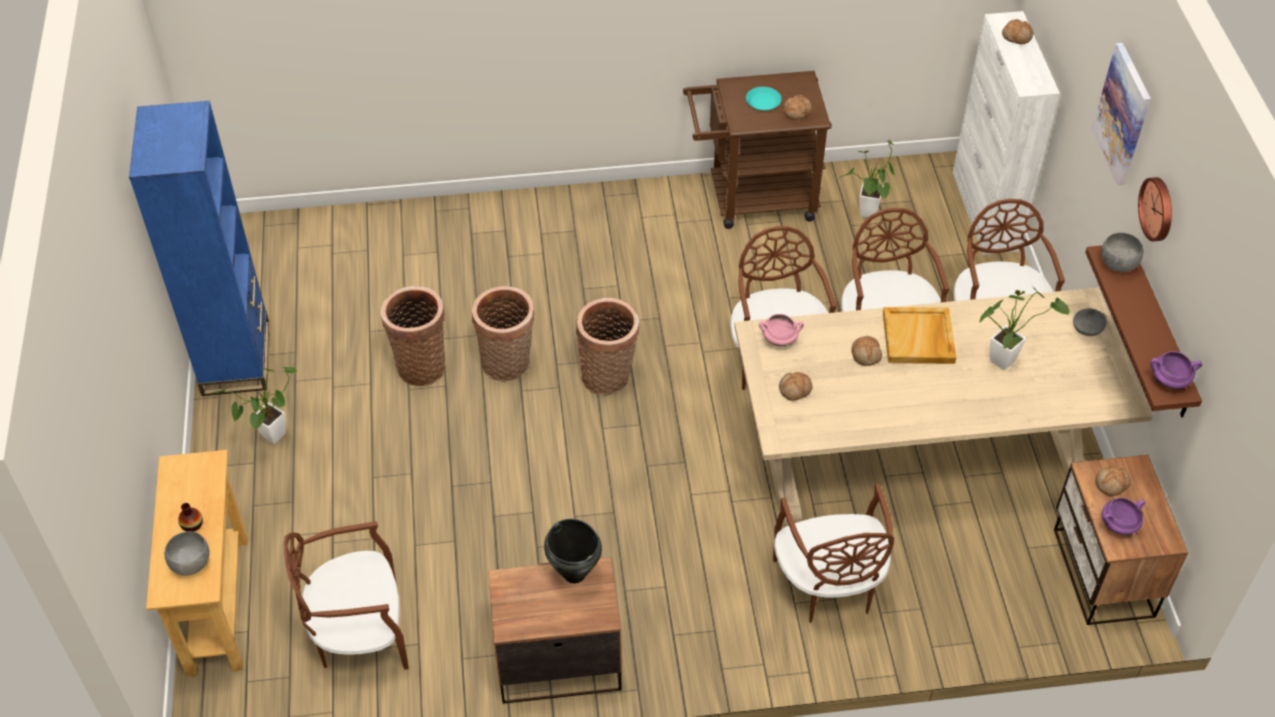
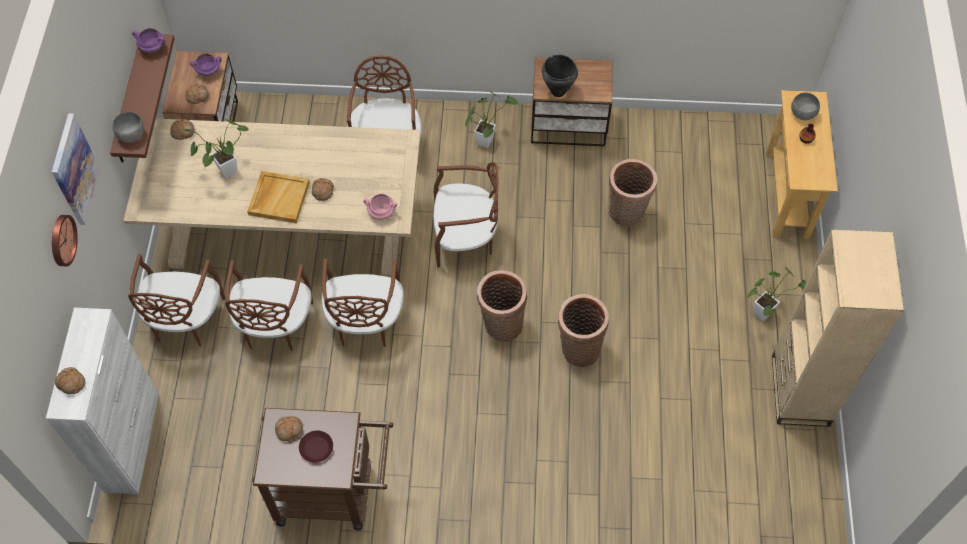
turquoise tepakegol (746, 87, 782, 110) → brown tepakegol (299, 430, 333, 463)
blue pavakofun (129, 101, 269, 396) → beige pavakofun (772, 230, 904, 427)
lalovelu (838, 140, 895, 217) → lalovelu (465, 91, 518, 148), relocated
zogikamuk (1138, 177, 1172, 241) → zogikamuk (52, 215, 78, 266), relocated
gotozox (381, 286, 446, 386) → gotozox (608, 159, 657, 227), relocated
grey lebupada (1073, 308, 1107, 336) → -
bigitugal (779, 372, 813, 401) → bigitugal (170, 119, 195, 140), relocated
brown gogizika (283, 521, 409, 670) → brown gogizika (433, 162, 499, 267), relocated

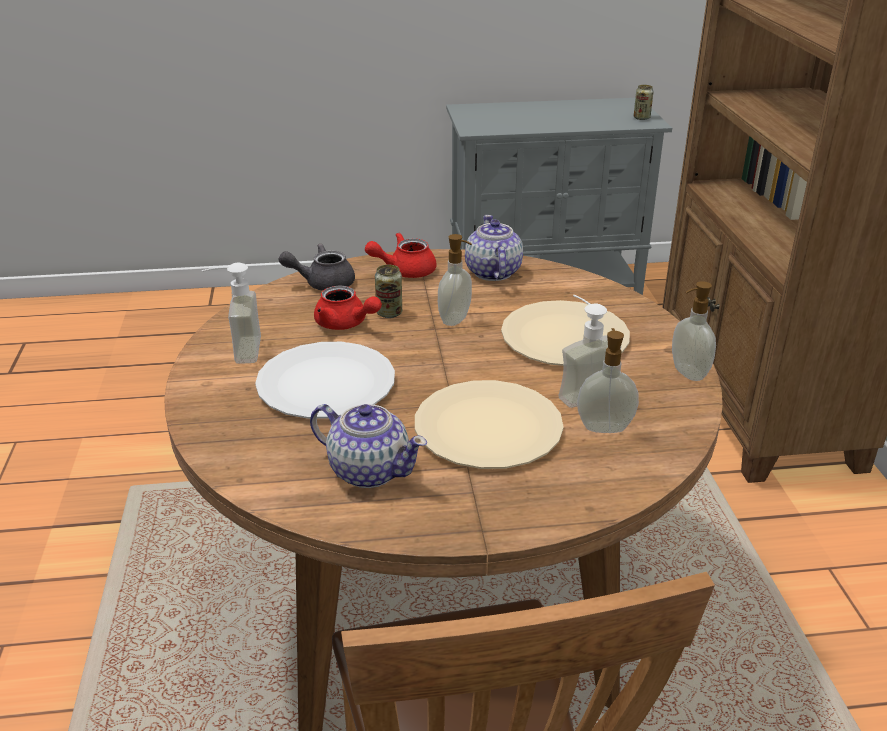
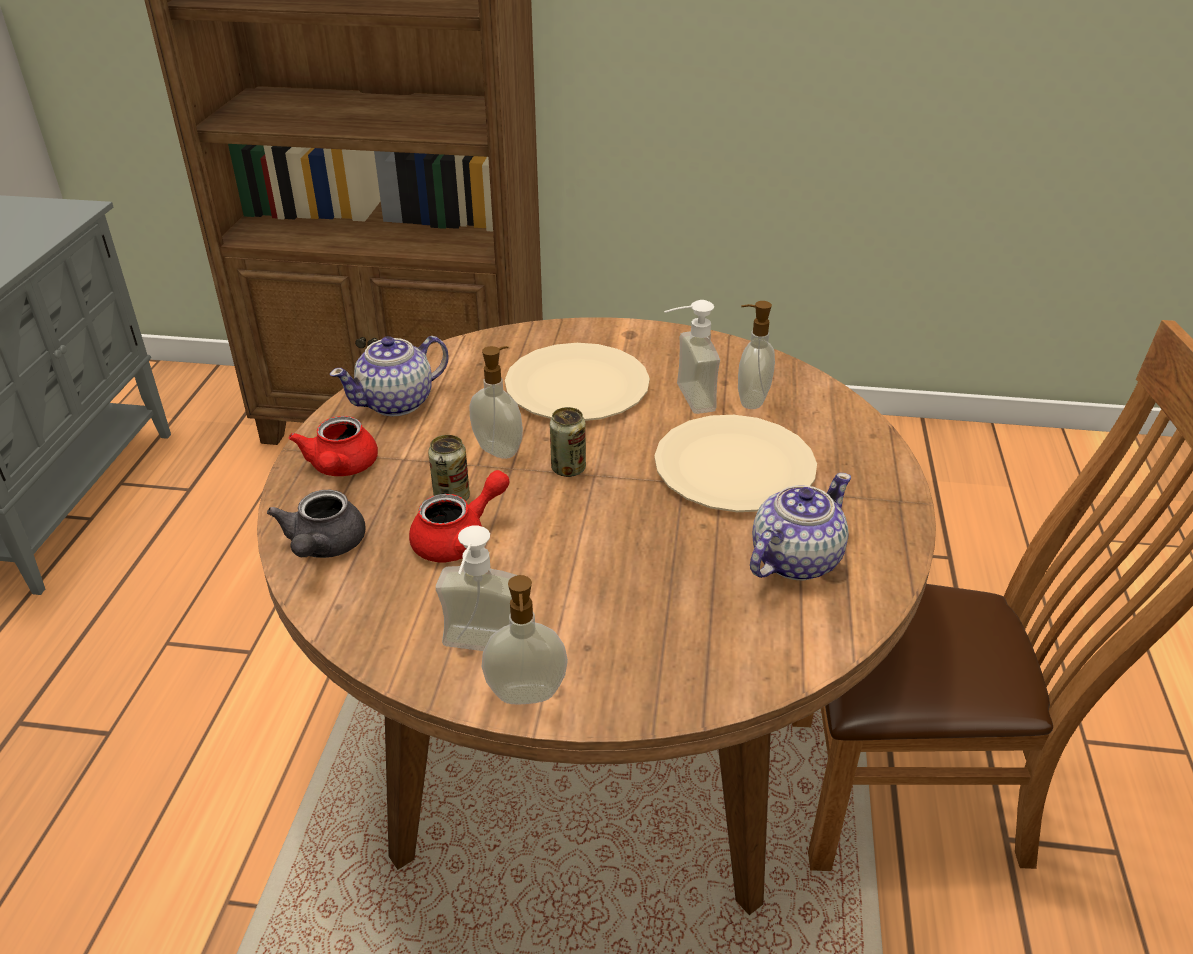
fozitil (634, 85, 654, 120) → fozitil (550, 407, 586, 477), relocated
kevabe (465, 215, 523, 281) → kevabe (330, 336, 449, 416), 45 degrees counterclockwise
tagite (672, 281, 716, 381) → tagite (482, 575, 568, 704), relocated
white tepakegol (255, 342, 395, 419) → -

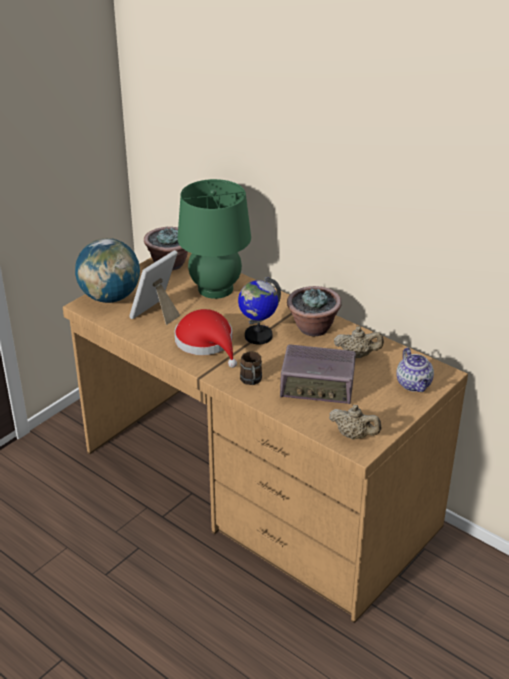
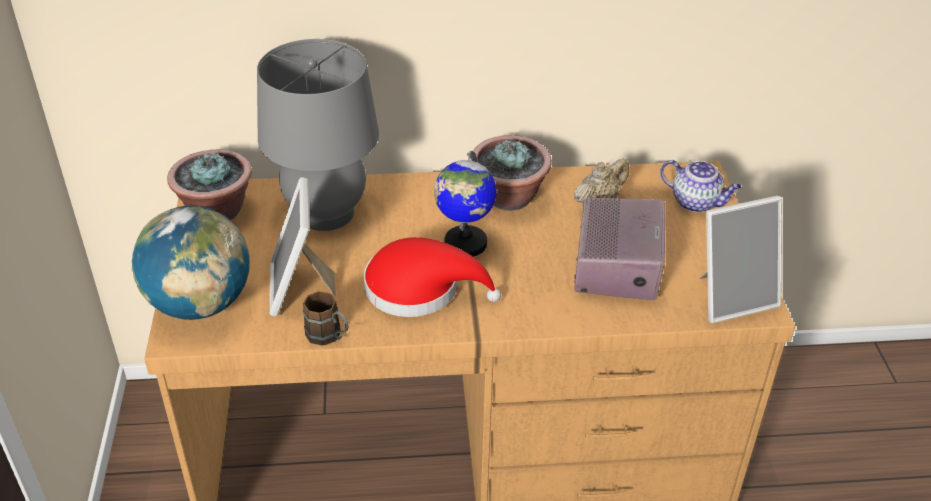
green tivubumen (177, 179, 251, 299) → grey tivubumen (257, 39, 379, 231)
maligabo (280, 344, 356, 405) → maligabo (574, 198, 665, 300), 45 degrees counterclockwise
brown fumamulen (240, 351, 262, 385) → brown fumamulen (303, 291, 348, 346), relocated
beige kevabe (329, 405, 381, 440) → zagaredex (699, 195, 782, 323)

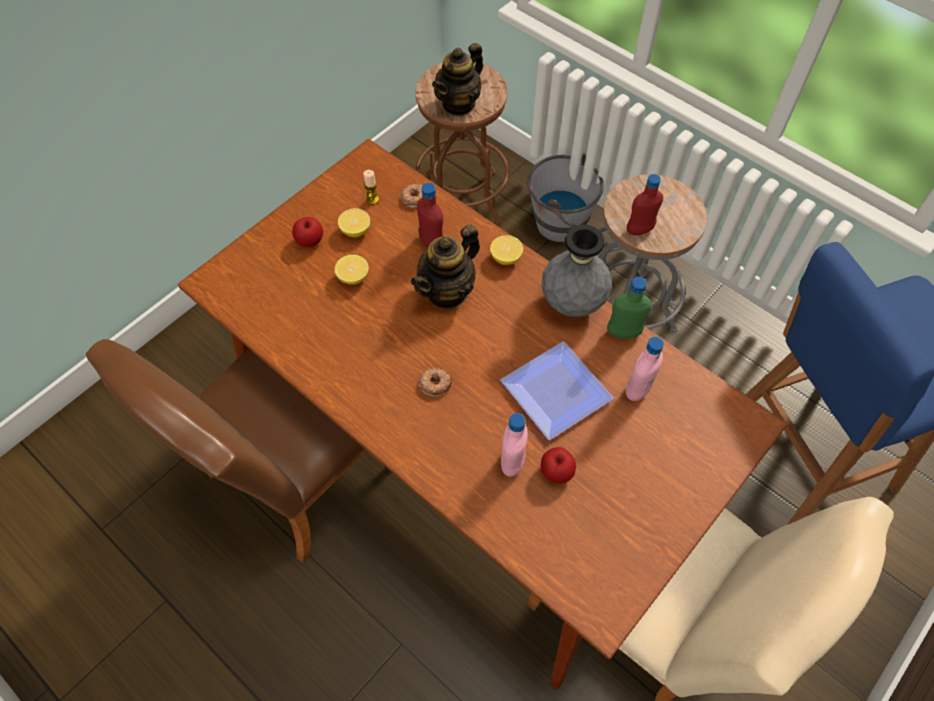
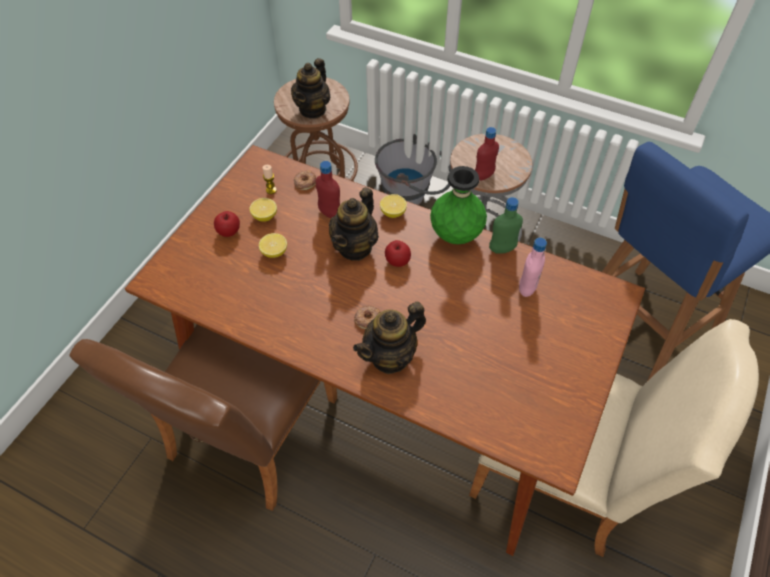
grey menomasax (542, 224, 612, 317) → green menomasax (430, 166, 487, 244)
tepakegol (500, 341, 613, 440) → -
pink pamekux (501, 413, 528, 477) → -
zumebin (541, 447, 576, 483) → zumebin (385, 240, 411, 267), relocated
- → kevabe (353, 302, 426, 374)

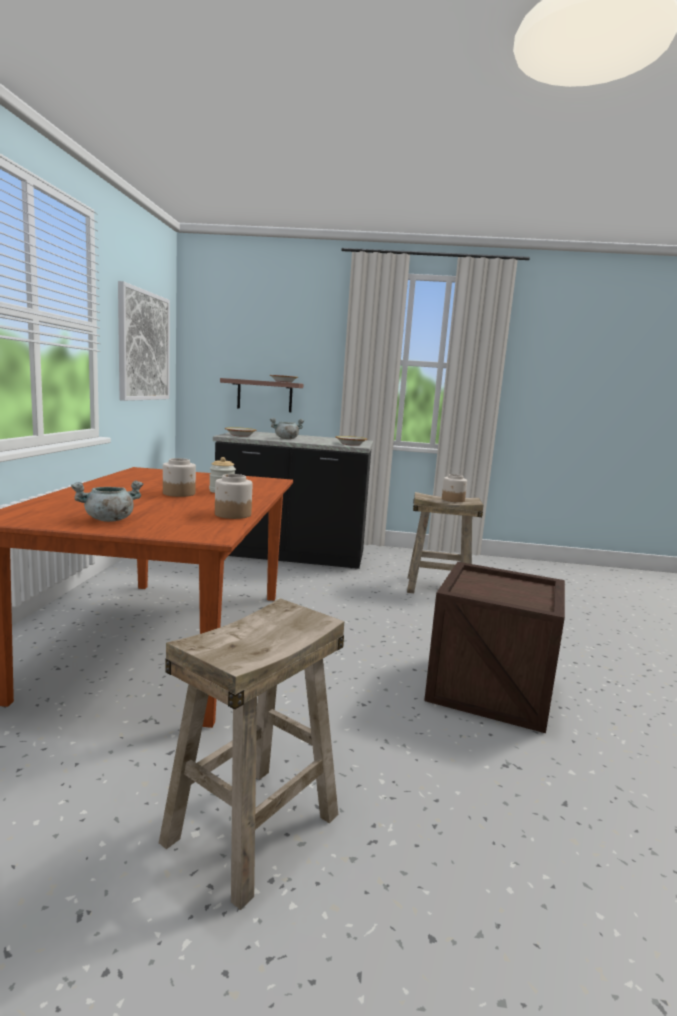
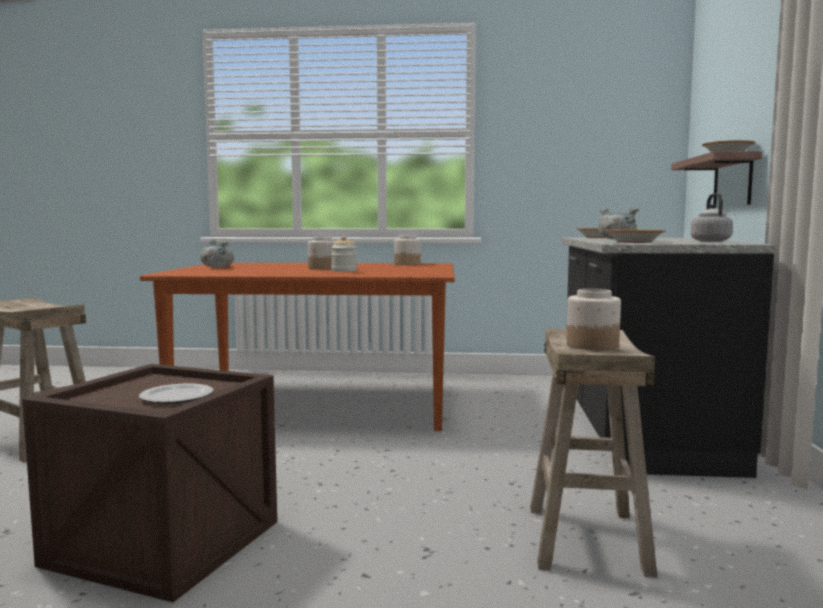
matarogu (118, 281, 170, 401) → -
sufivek (215, 474, 252, 519) → sufivek (394, 235, 421, 265), relocated
- → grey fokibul (691, 193, 733, 242)
- → tepakegol (139, 383, 214, 404)

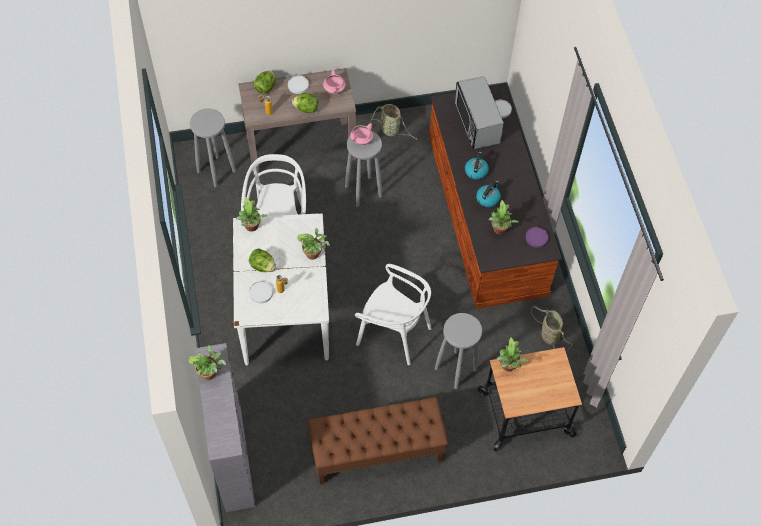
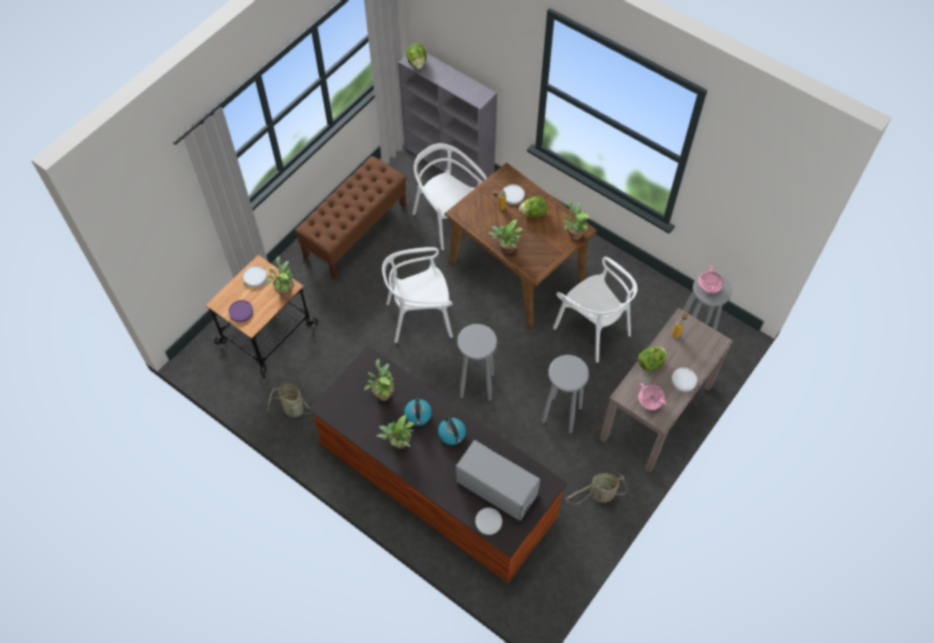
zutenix (253, 71, 275, 94) → zutenix (406, 44, 427, 69), relocated
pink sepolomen (350, 123, 373, 145) → pink sepolomen (698, 266, 723, 294), relocated
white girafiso (233, 213, 329, 365) → brown girafiso (445, 162, 597, 330)
purple tepakegol (525, 227, 549, 248) → purple tepakegol (229, 300, 253, 322), relocated
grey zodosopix (435, 313, 482, 389) → grey zodosopix (457, 324, 497, 401), relocated
lalovelu (188, 345, 226, 380) → lalovelu (377, 414, 414, 449), relocated
- → white gogizika (413, 143, 487, 250)
- → white tepakegol (243, 266, 267, 287)

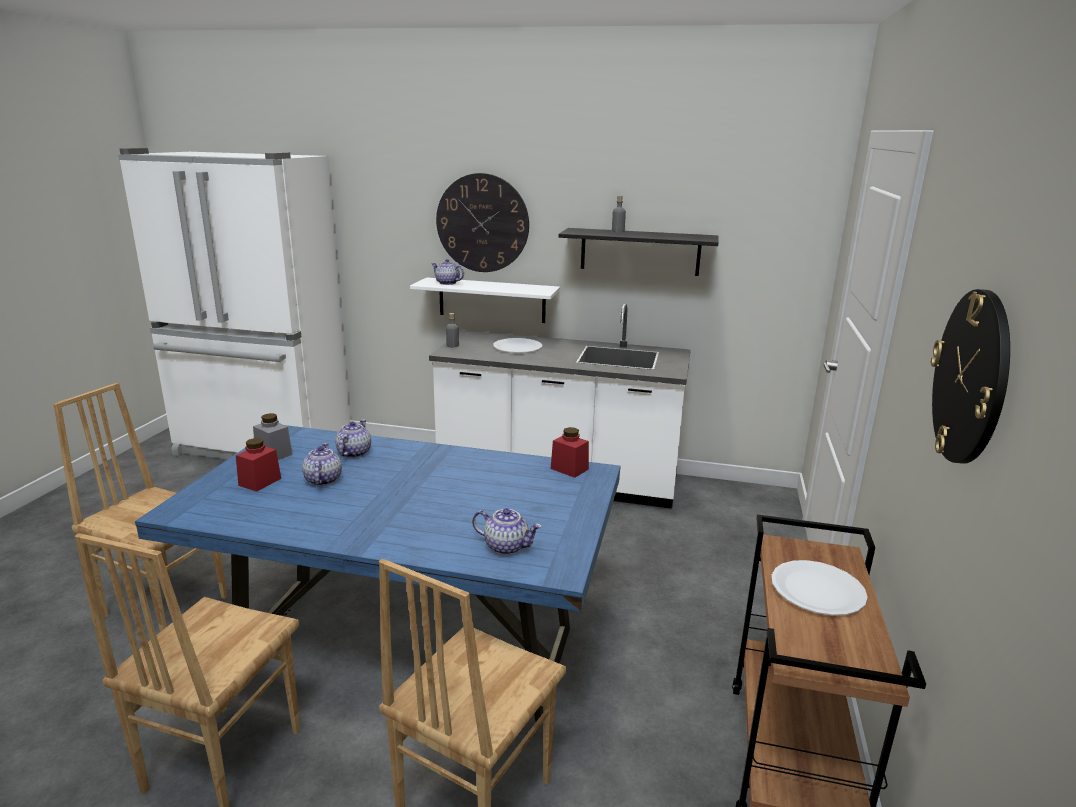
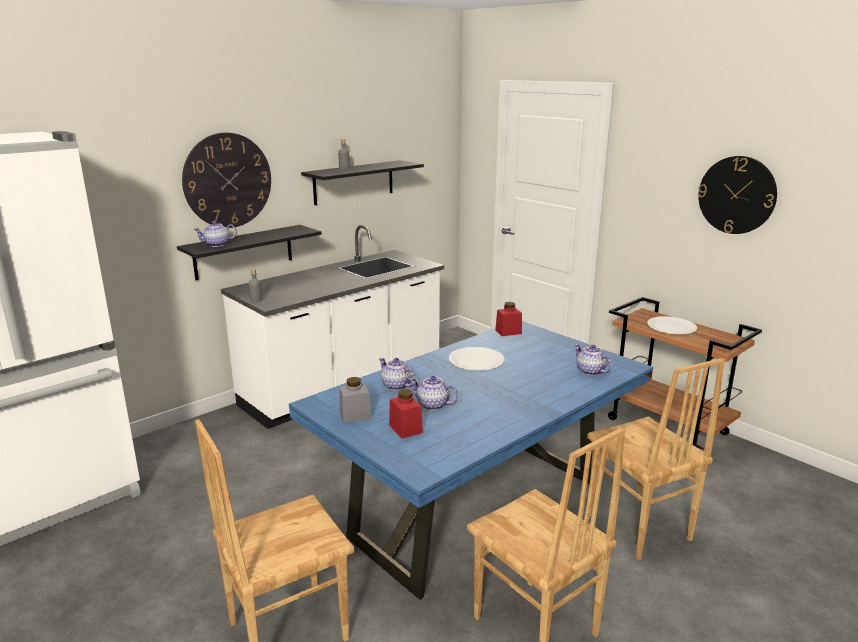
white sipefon (410, 277, 560, 323) → black sipefon (177, 225, 322, 280)
white tepakegol (493, 338, 542, 353) → white tepakegol (449, 347, 505, 371), relocated
kevabe (472, 508, 542, 555) → kevabe (574, 344, 612, 376), 90 degrees counterclockwise

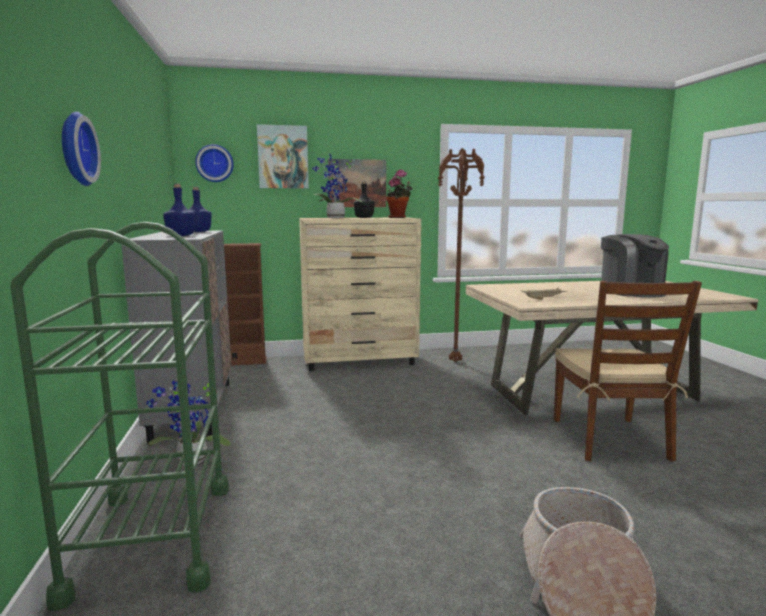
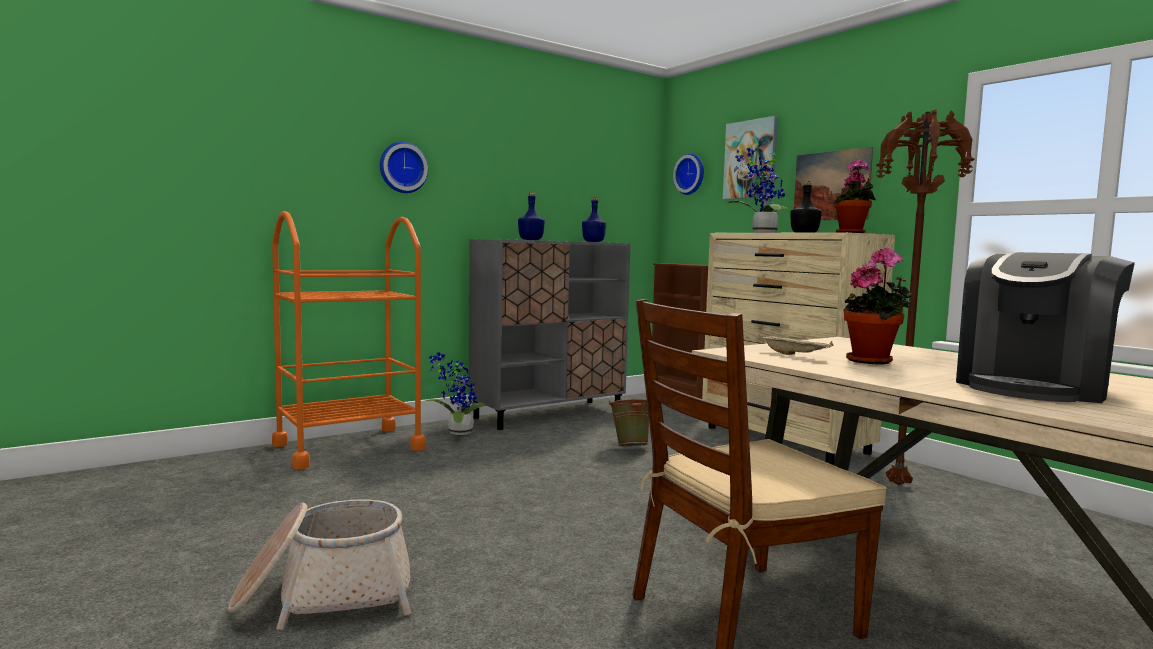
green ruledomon (10, 222, 229, 611) → orange ruledomon (272, 211, 426, 470)
- → lalovelu (844, 248, 914, 364)
- → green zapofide (609, 399, 649, 446)

